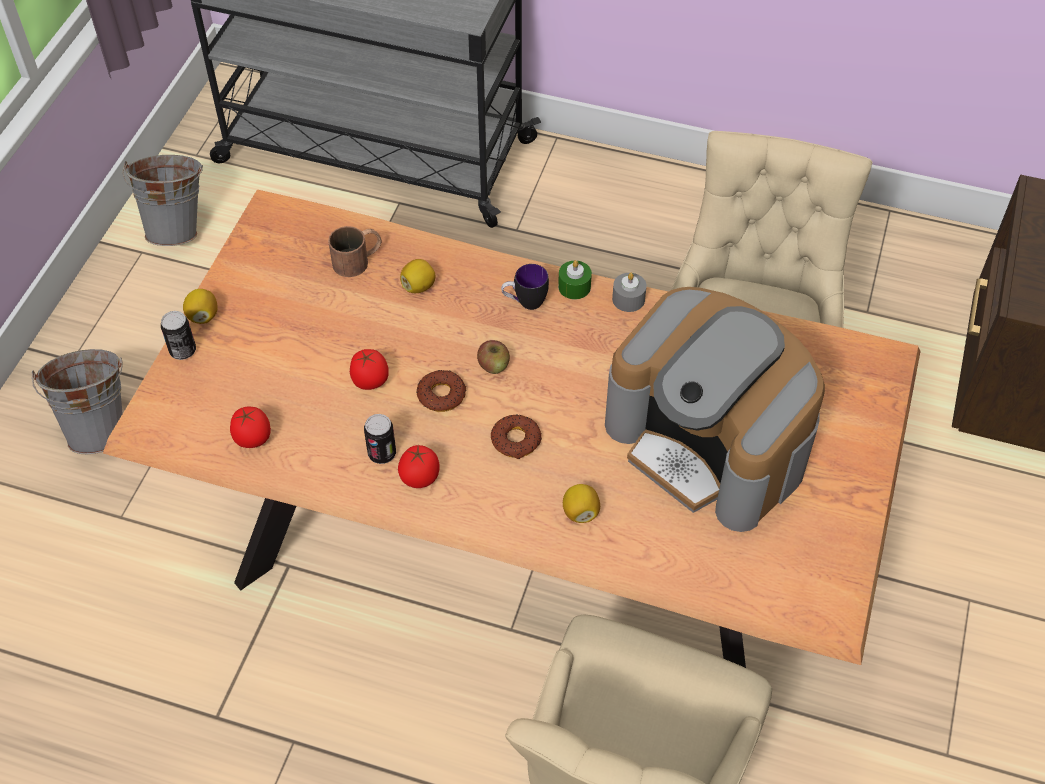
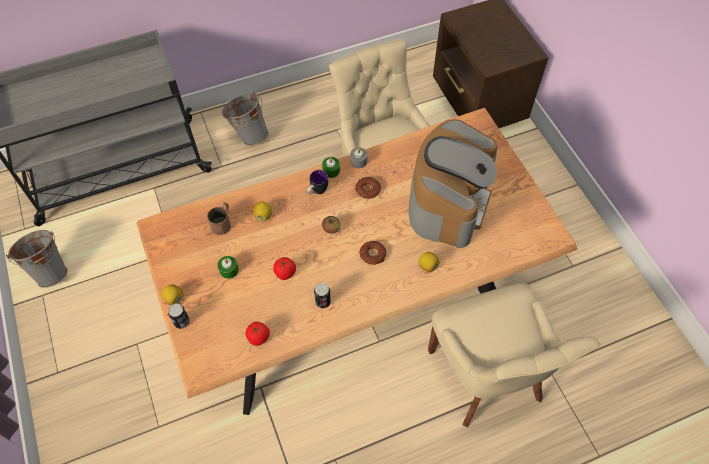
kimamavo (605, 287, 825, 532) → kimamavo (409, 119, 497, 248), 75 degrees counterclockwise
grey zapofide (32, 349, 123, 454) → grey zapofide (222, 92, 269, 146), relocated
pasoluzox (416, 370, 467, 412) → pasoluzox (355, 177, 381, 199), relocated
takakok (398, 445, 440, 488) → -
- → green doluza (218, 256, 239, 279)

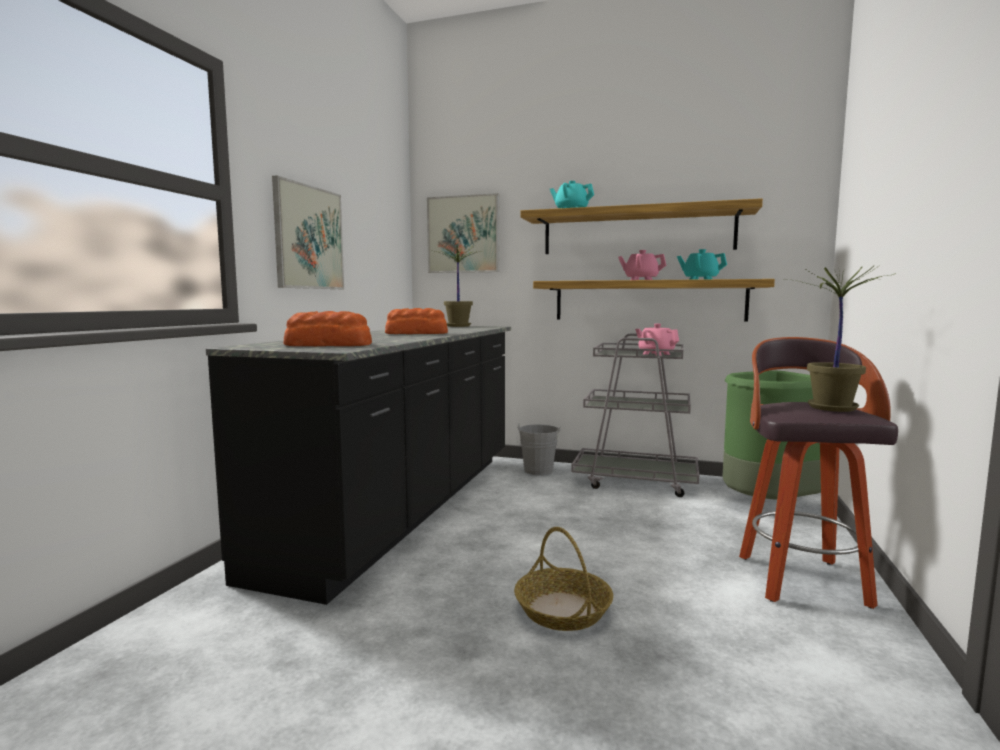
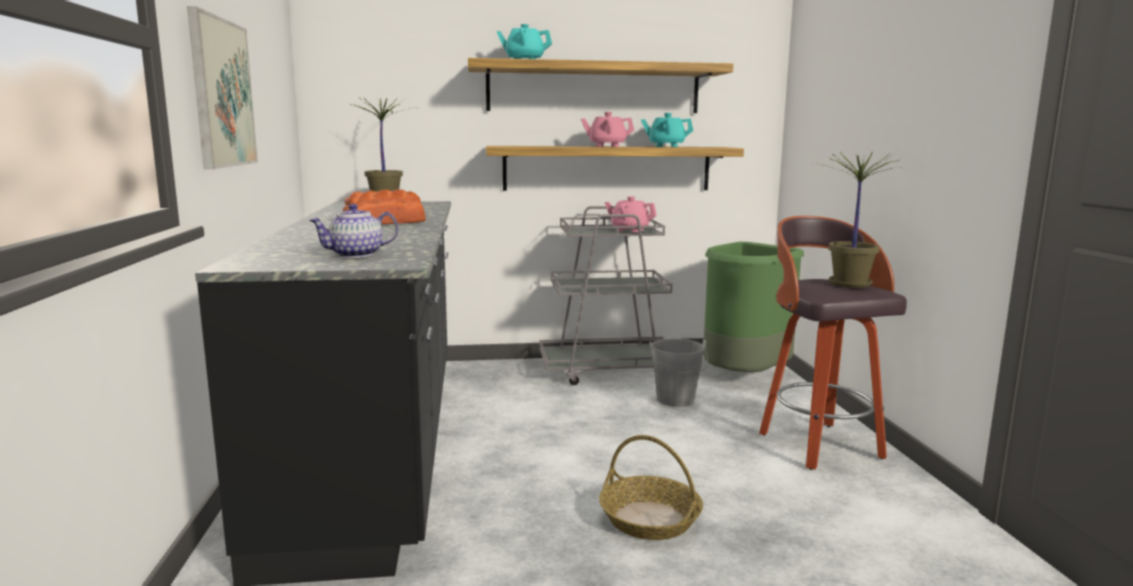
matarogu (427, 193, 499, 273) → -
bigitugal (283, 311, 372, 346) → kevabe (309, 204, 398, 258)
grey zapofide (517, 424, 561, 475) → grey zapofide (650, 339, 708, 407), relocated

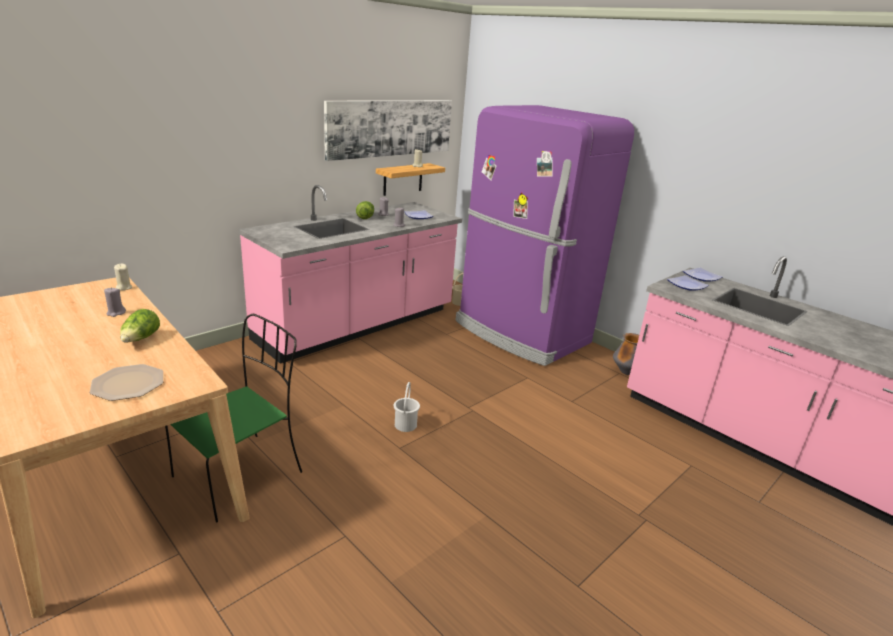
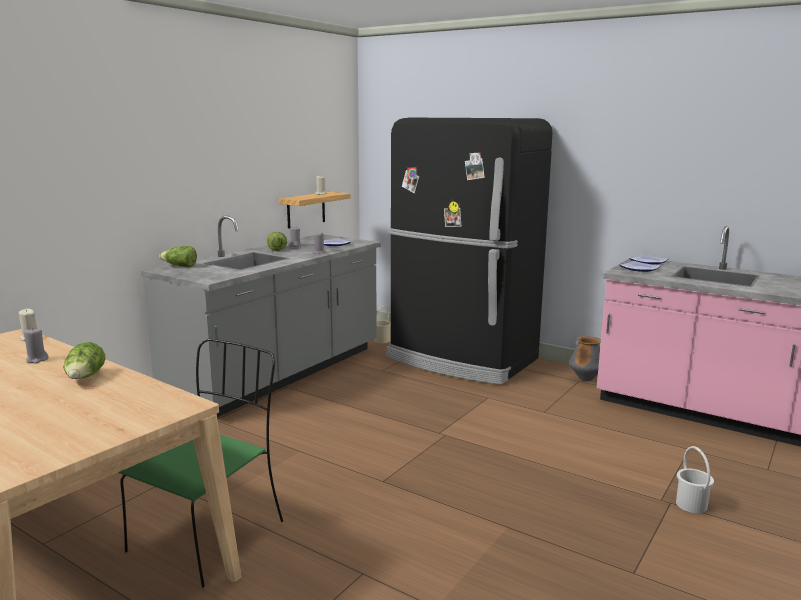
matarogu (324, 100, 452, 161) → -
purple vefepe (455, 105, 634, 366) → black vefepe (386, 118, 552, 385)
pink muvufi (238, 185, 462, 364) → grey muvufi (141, 215, 381, 417)
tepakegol (90, 364, 163, 401) → -
white zapofide (394, 382, 420, 432) → white zapofide (676, 446, 714, 513), relocated
- → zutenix (159, 246, 197, 267)

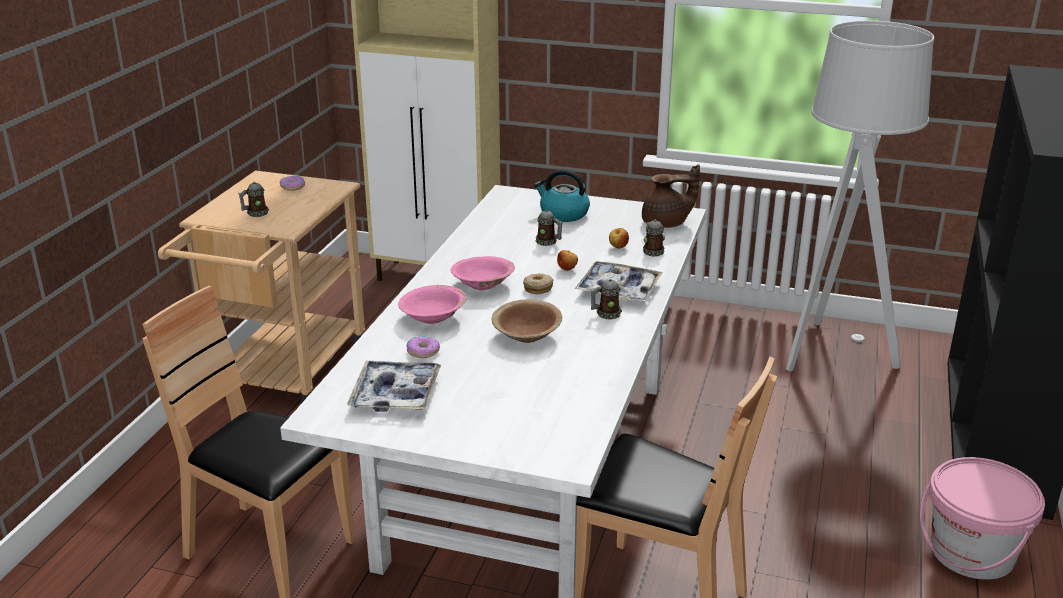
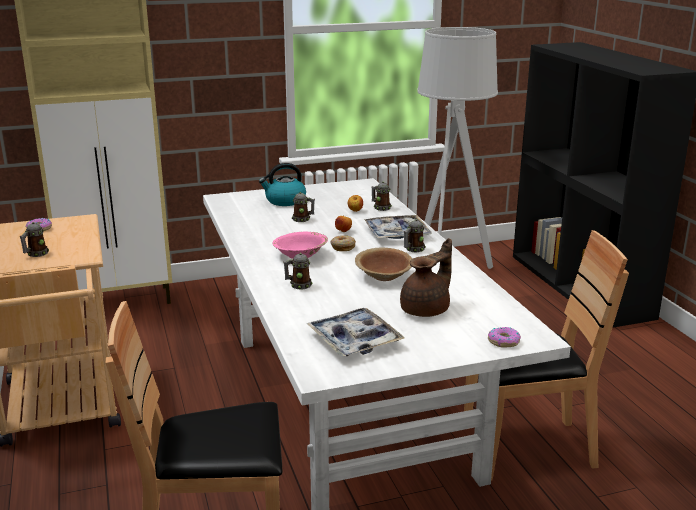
brown kevabe (642, 164, 700, 228) → brown kevabe (400, 238, 452, 317), relocated
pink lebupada (398, 285, 467, 324) → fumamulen (283, 253, 312, 289)
pasoluzox (407, 336, 440, 358) → pasoluzox (488, 327, 521, 348), relocated
pink zapofide (920, 457, 1045, 580) → -

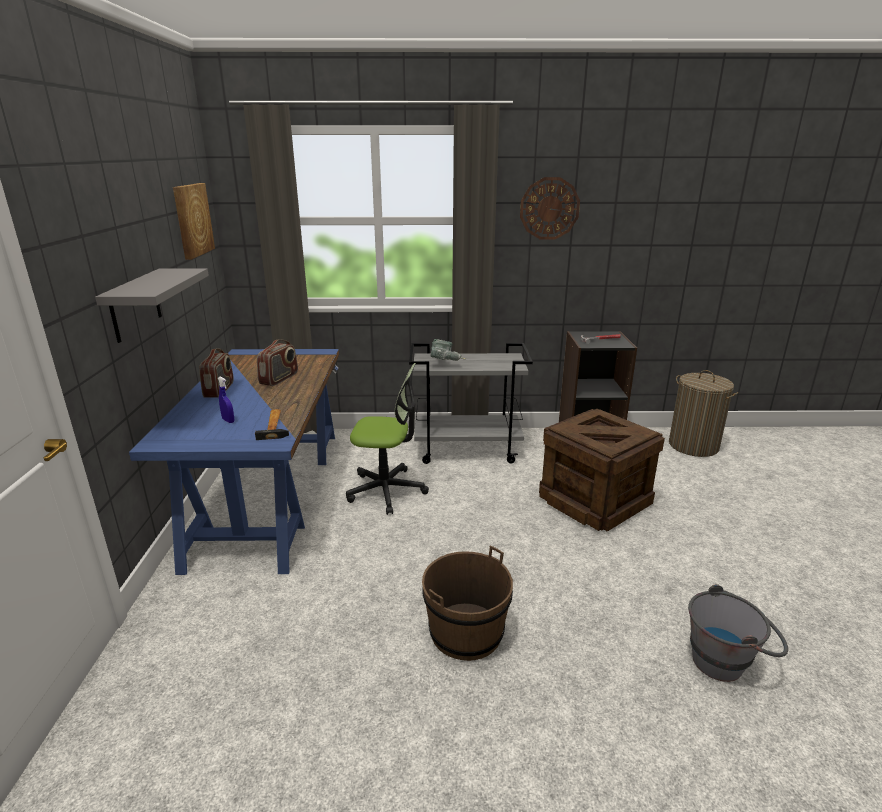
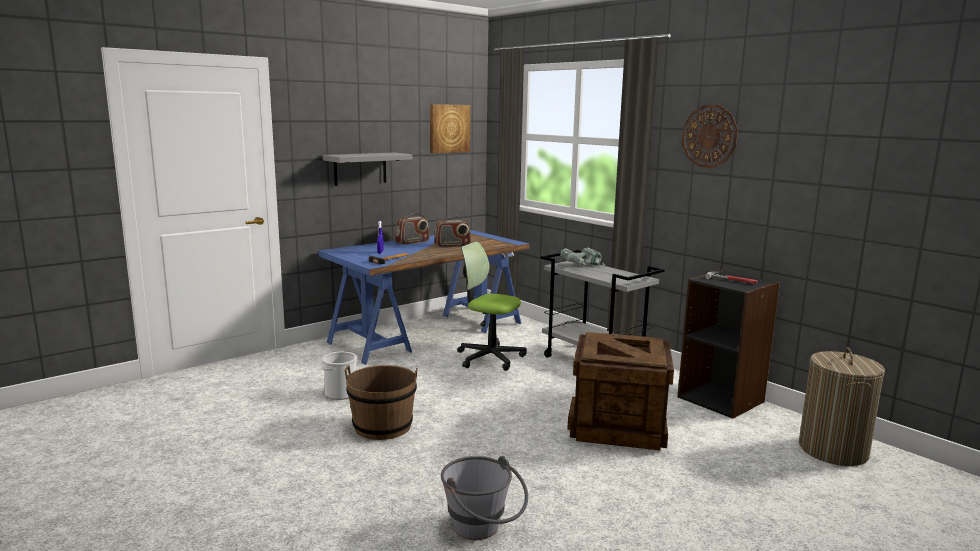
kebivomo (346, 363, 429, 515) → kebivomo (457, 242, 527, 371), 150 degrees clockwise
- → zapofide (322, 352, 357, 400)

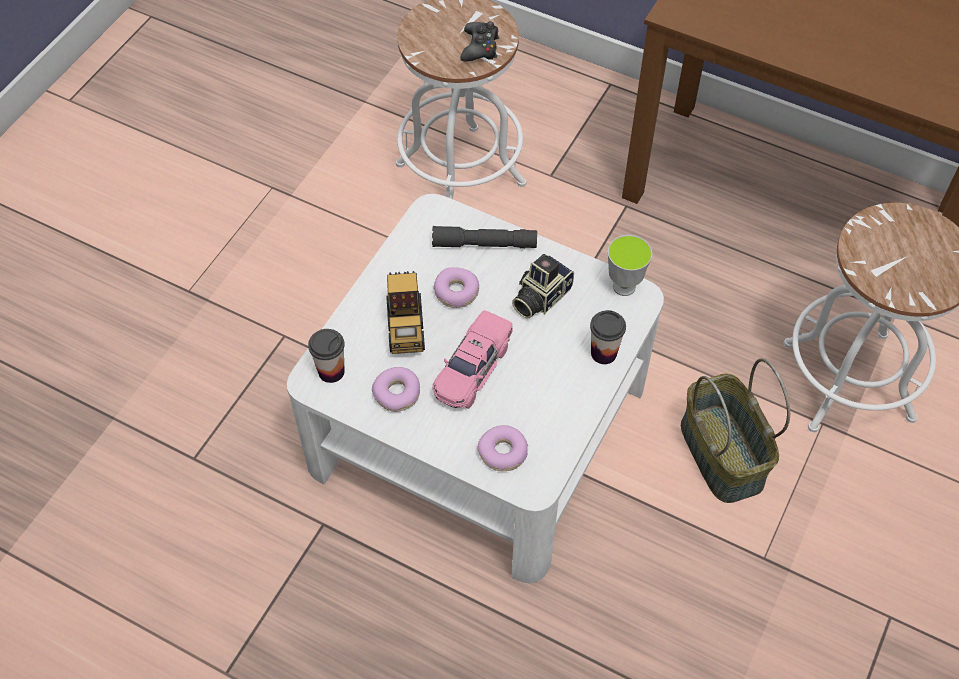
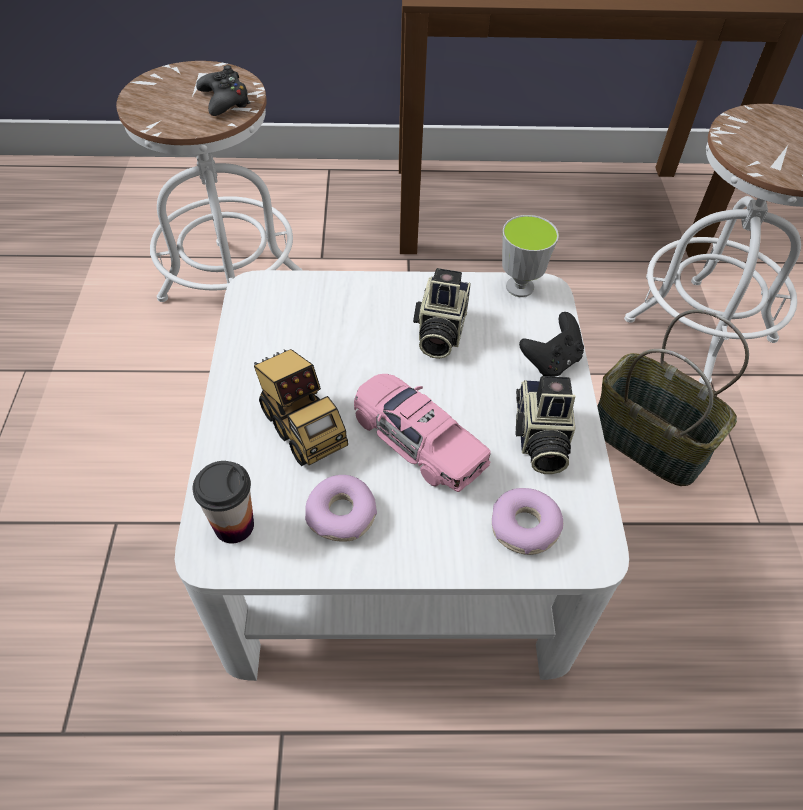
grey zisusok (432, 226, 537, 248) → -
pasoluzox (433, 267, 479, 308) → -
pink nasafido (432, 310, 513, 409) → pink nasafido (354, 374, 491, 492), 135 degrees clockwise
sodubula (590, 310, 626, 364) → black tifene (519, 312, 584, 377)
- → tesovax (516, 376, 575, 474)

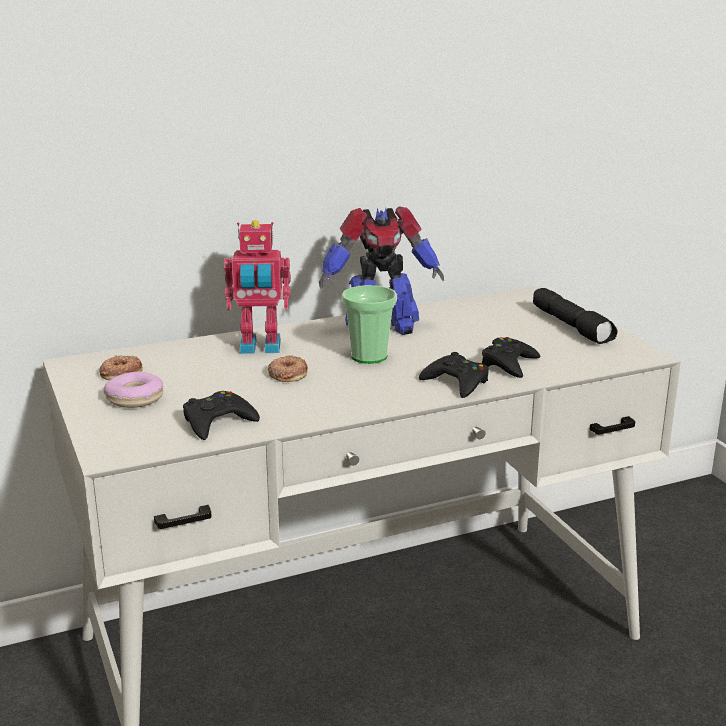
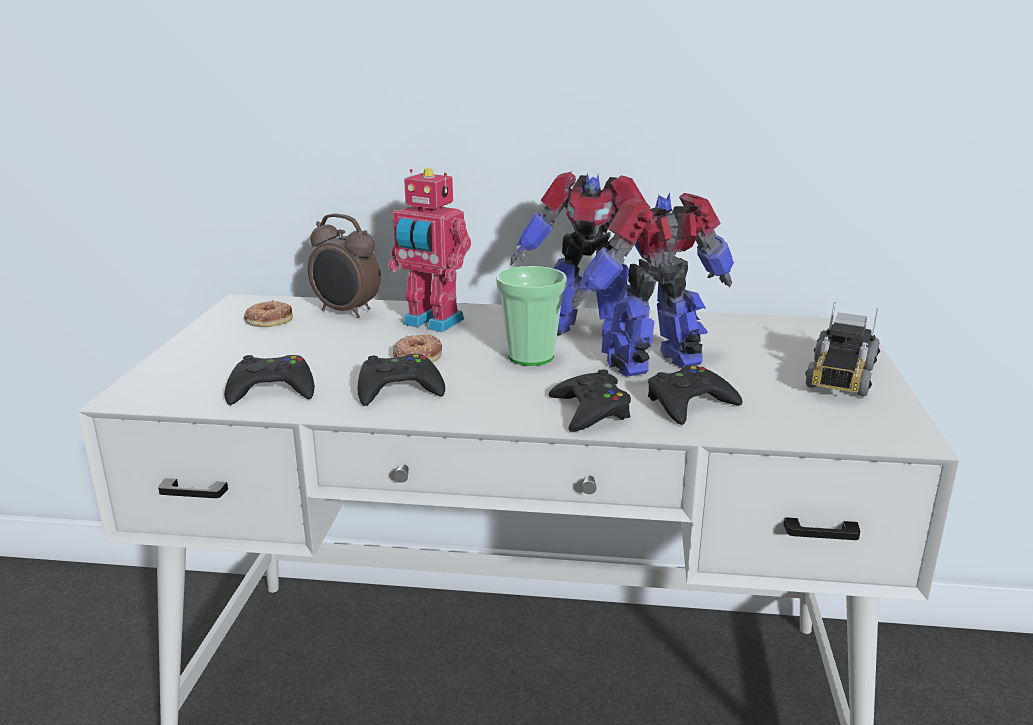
black zisusok (533, 288, 618, 344) → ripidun (805, 302, 880, 396)
pasoluzox (104, 372, 163, 408) → -
- → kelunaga (572, 193, 734, 377)
- → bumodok (308, 214, 381, 318)
- → black tifene (358, 354, 446, 406)

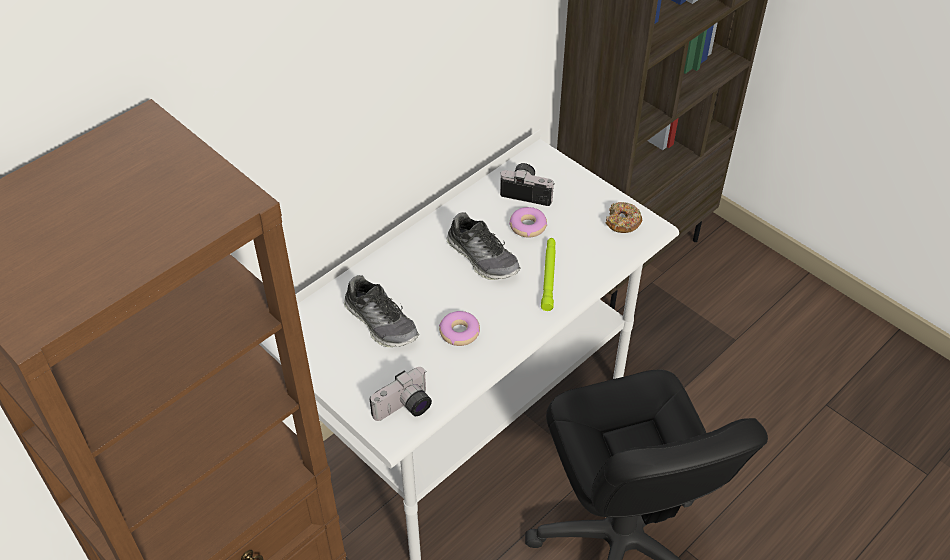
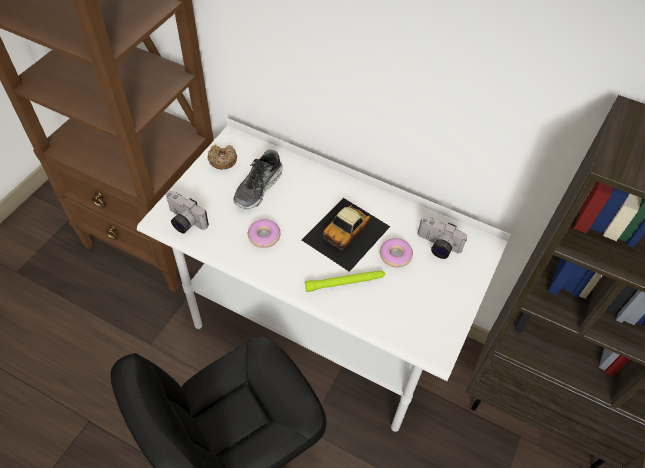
tesovax (500, 163, 554, 206) → tesovax (418, 216, 467, 259), 120 degrees clockwise
pasoluzox (606, 202, 643, 233) → pasoluzox (208, 144, 237, 170), relocated
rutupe (446, 212, 521, 280) → nasafido (302, 198, 390, 272)

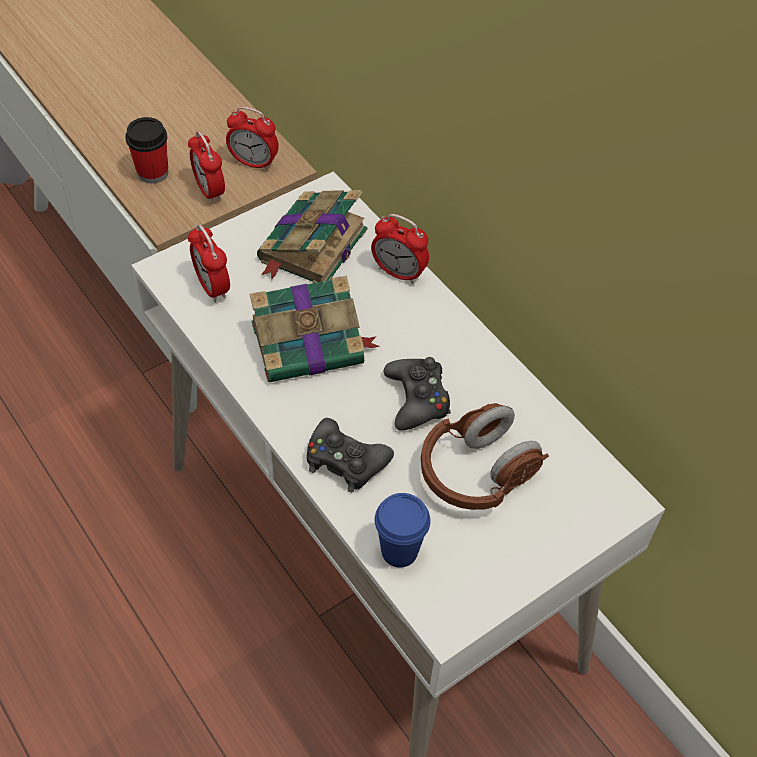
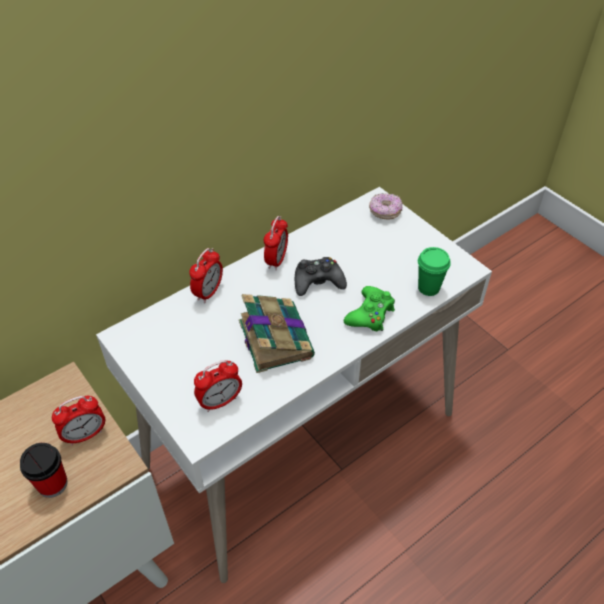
bumodok (226, 106, 279, 171) → bumodok (264, 216, 288, 270), relocated
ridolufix (257, 190, 368, 283) → -
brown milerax (421, 403, 549, 510) → -
black tifene (307, 418, 394, 493) → green tifene (344, 286, 395, 331)
blue sodubula (374, 493, 430, 568) → green sodubula (418, 247, 451, 296)
- → pasoluzox (369, 193, 403, 219)

